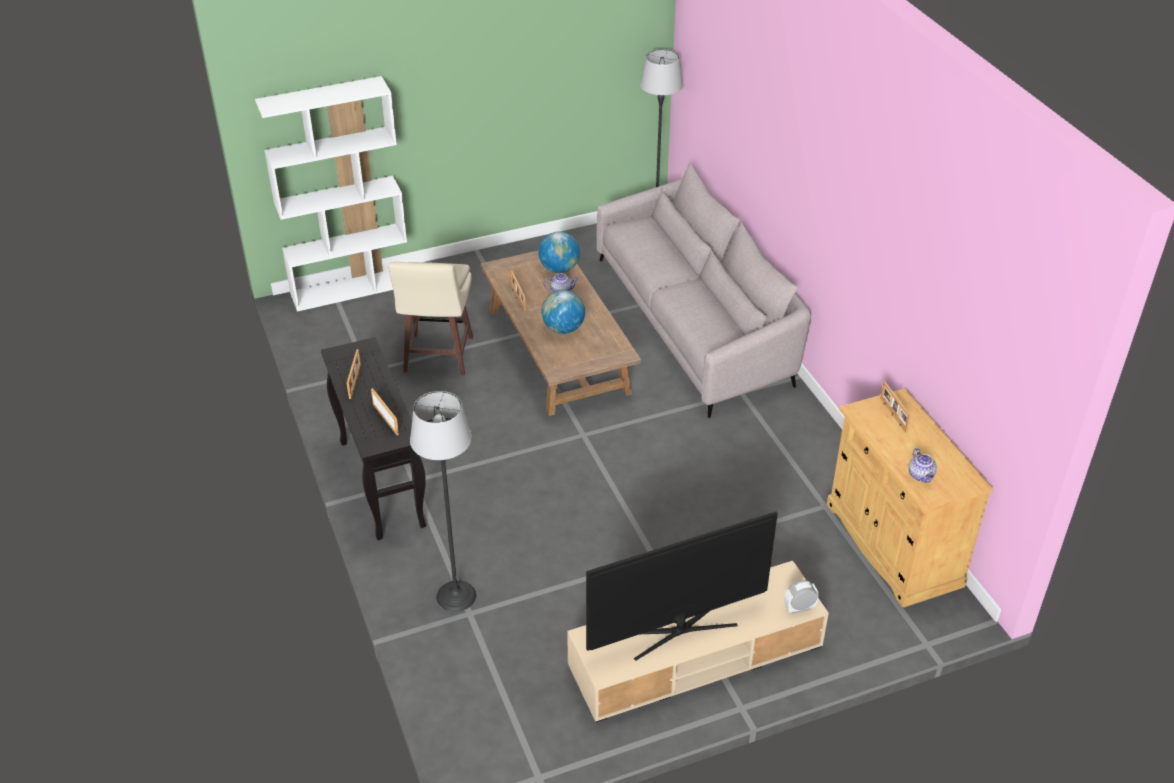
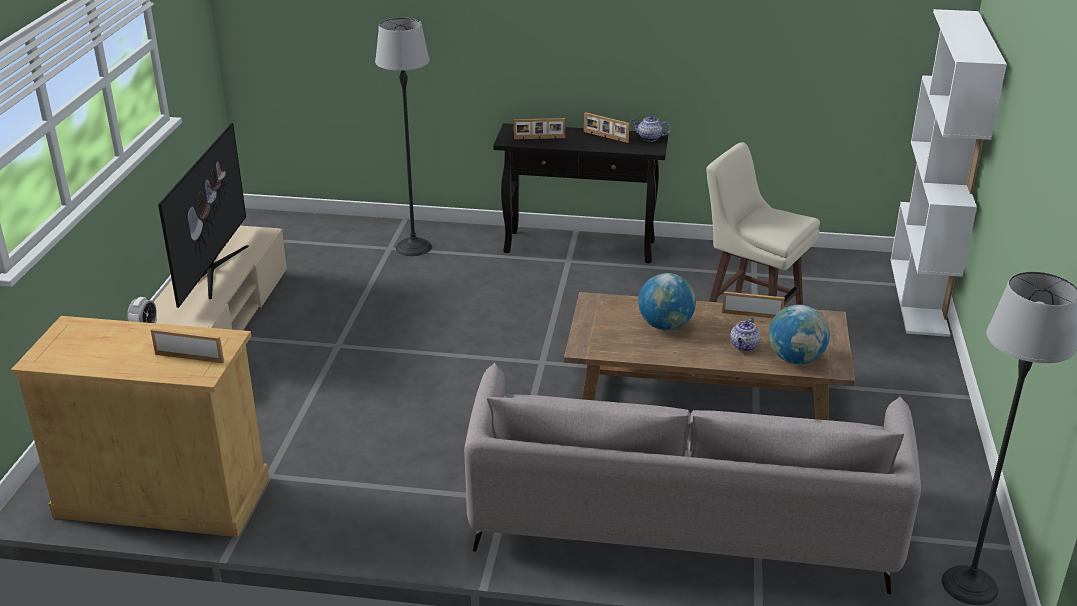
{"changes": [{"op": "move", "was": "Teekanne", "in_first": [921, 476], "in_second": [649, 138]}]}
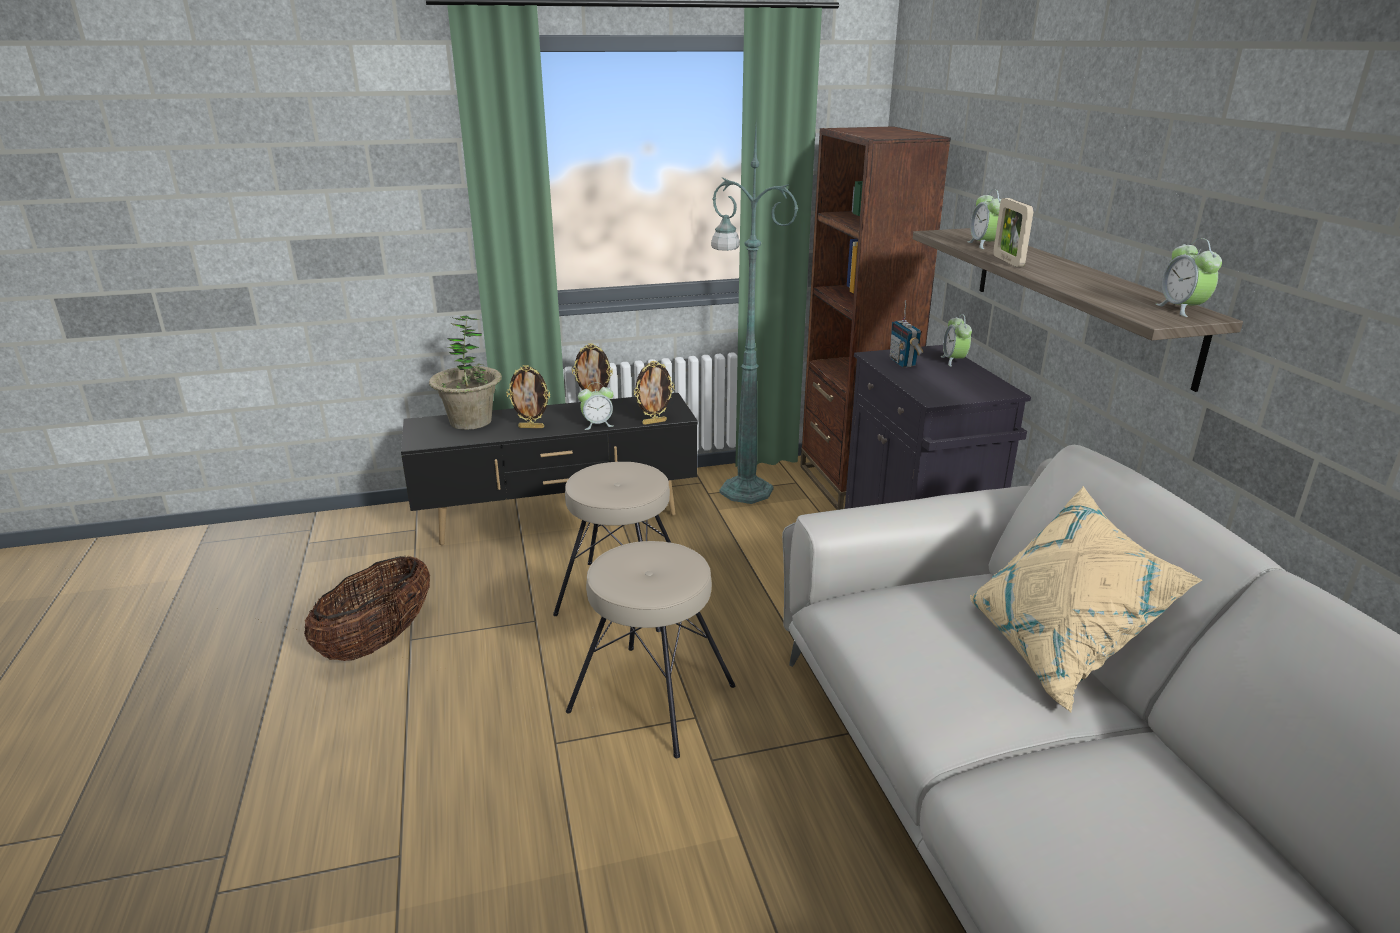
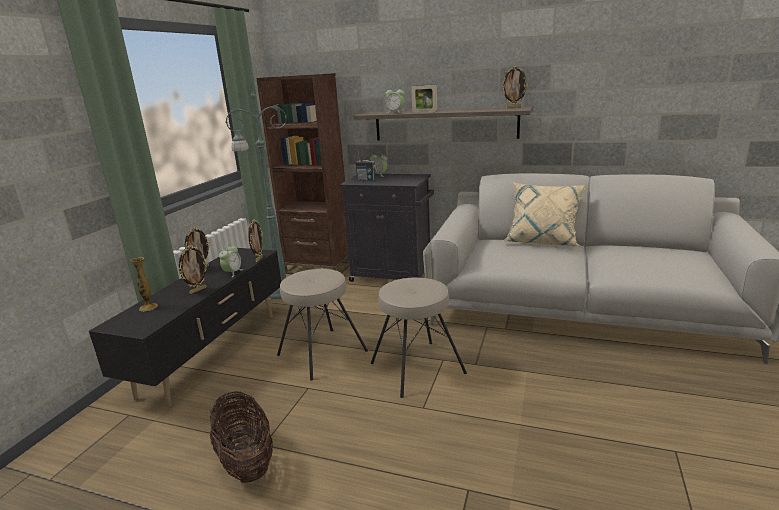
{"changes": [{"op": "replace", "was": "Wecker", "now": "Bilderrahmen", "in_first": [1182, 309], "in_second": [514, 108]}, {"op": "replace", "was": "Topfpflanze", "now": "Vase", "in_first": [471, 421], "in_second": [148, 307]}]}
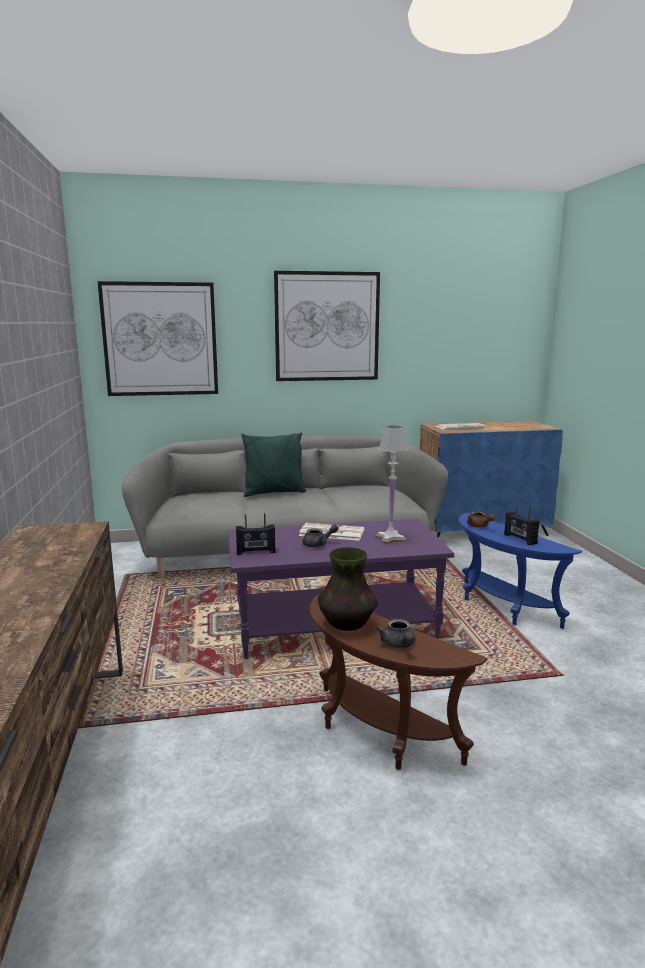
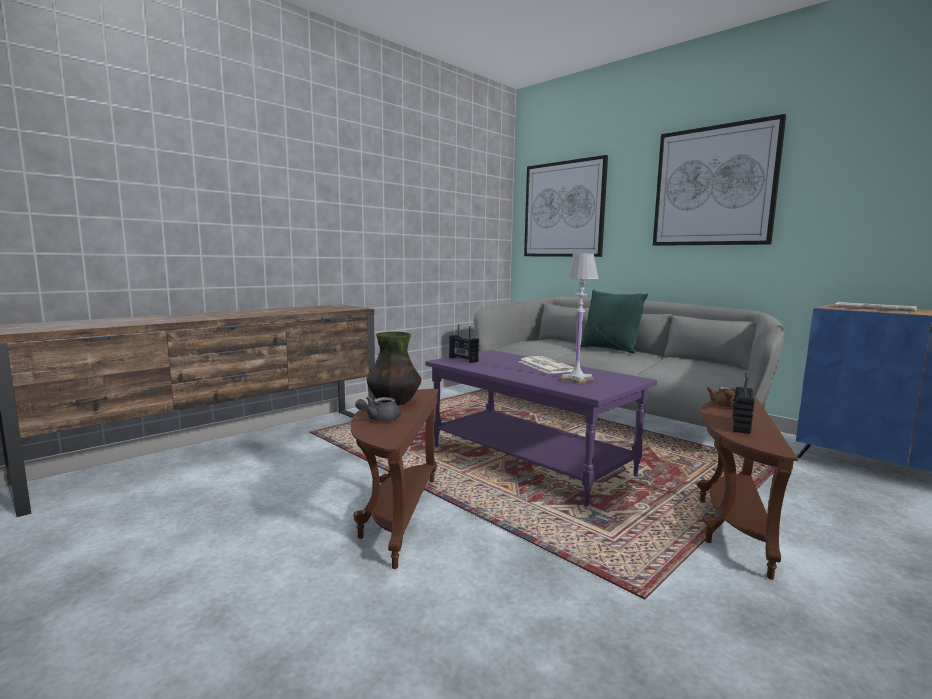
{"changes": [{"op": "recolor", "was": "Beistelltisch/blau", "now": "Beistelltisch/braun", "in_first": [500, 607], "in_second": [731, 525]}, {"op": "delete", "was": "Teekanne/grau", "in_first": [318, 544]}]}
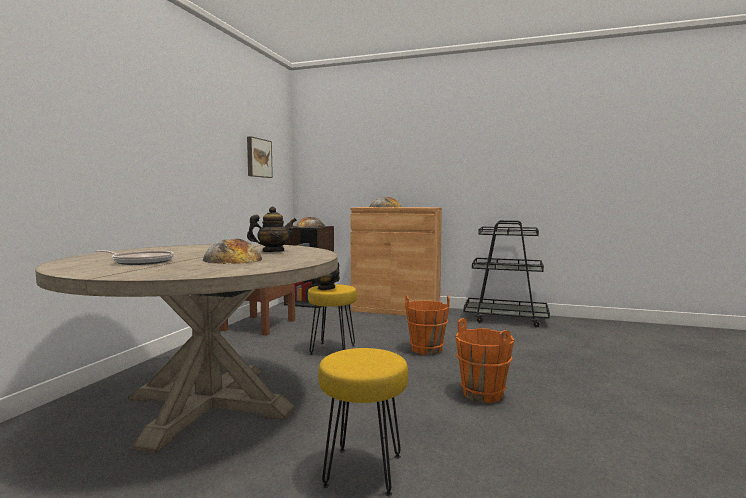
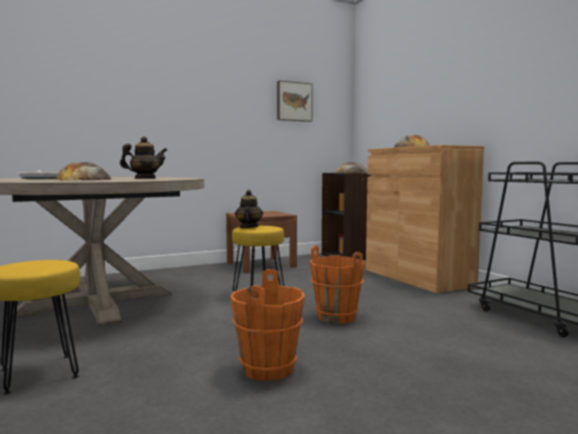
{"changes": [{"op": "rotate", "was": "Teekanne", "in_first": [273, 252], "in_second": [145, 179], "clockwise": -45}]}
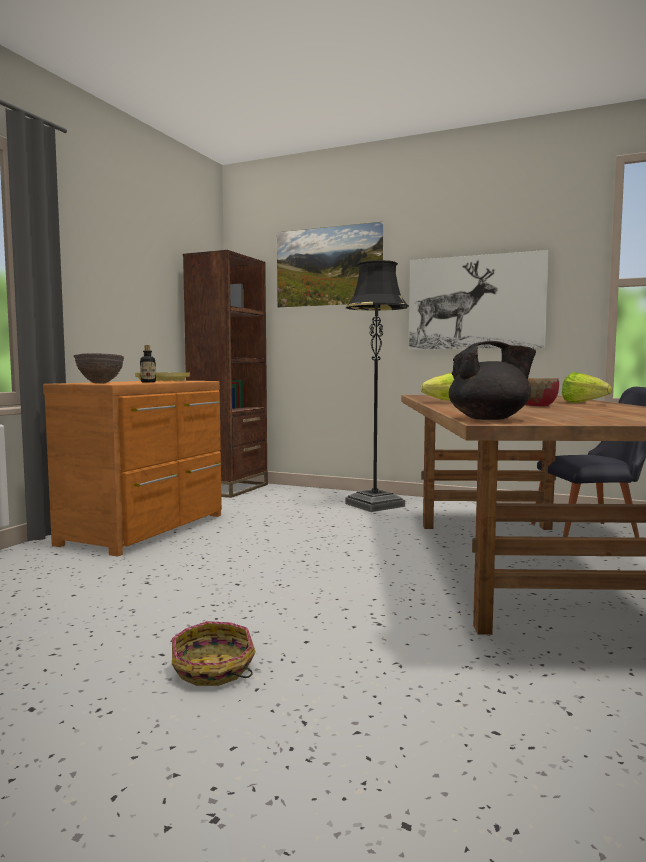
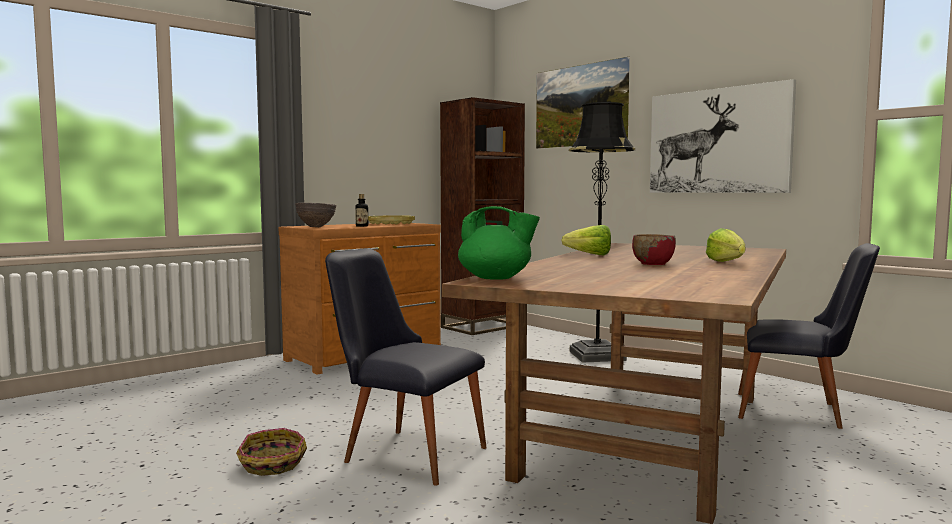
{"changes": [{"op": "recolor", "was": "Teekanne/schwarz", "now": "Teekanne/grün", "in_first": [490, 419], "in_second": [496, 278]}, {"op": "insert", "now": "Stuhl/schwarz", "in_second": [405, 452]}]}
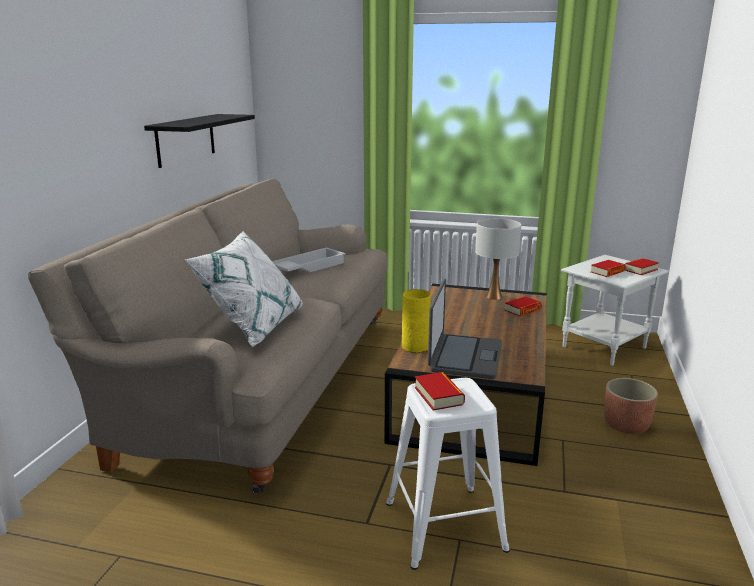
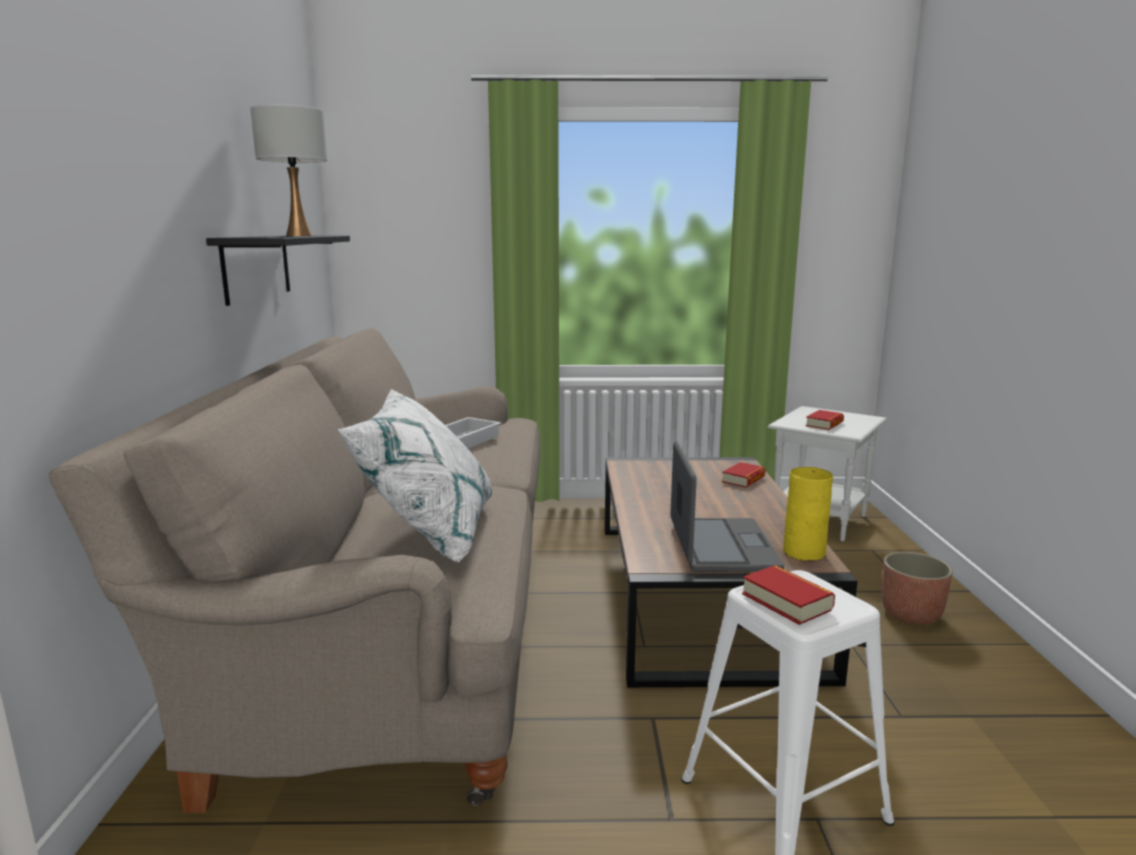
{"changes": [{"op": "move", "was": "Tischlampe/weiß", "in_first": [494, 296], "in_second": [299, 235]}, {"op": "delete", "was": "Buch", "in_first": [640, 270]}, {"op": "move", "was": "Vase/gelb", "in_first": [415, 346], "in_second": [803, 552]}]}
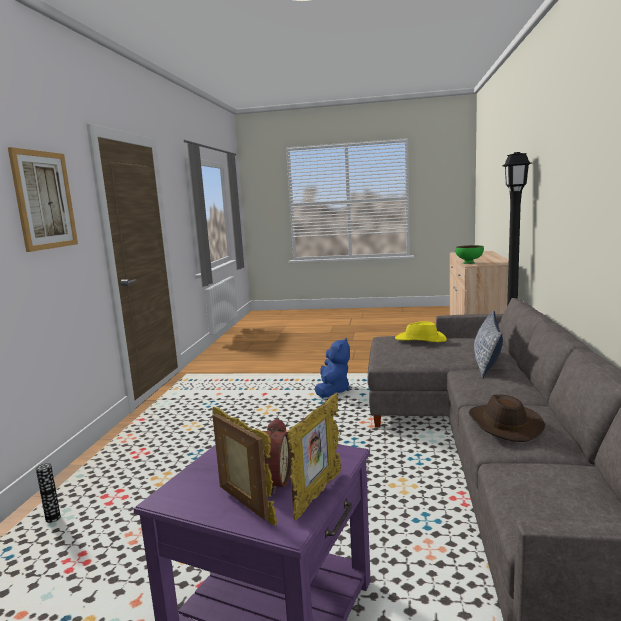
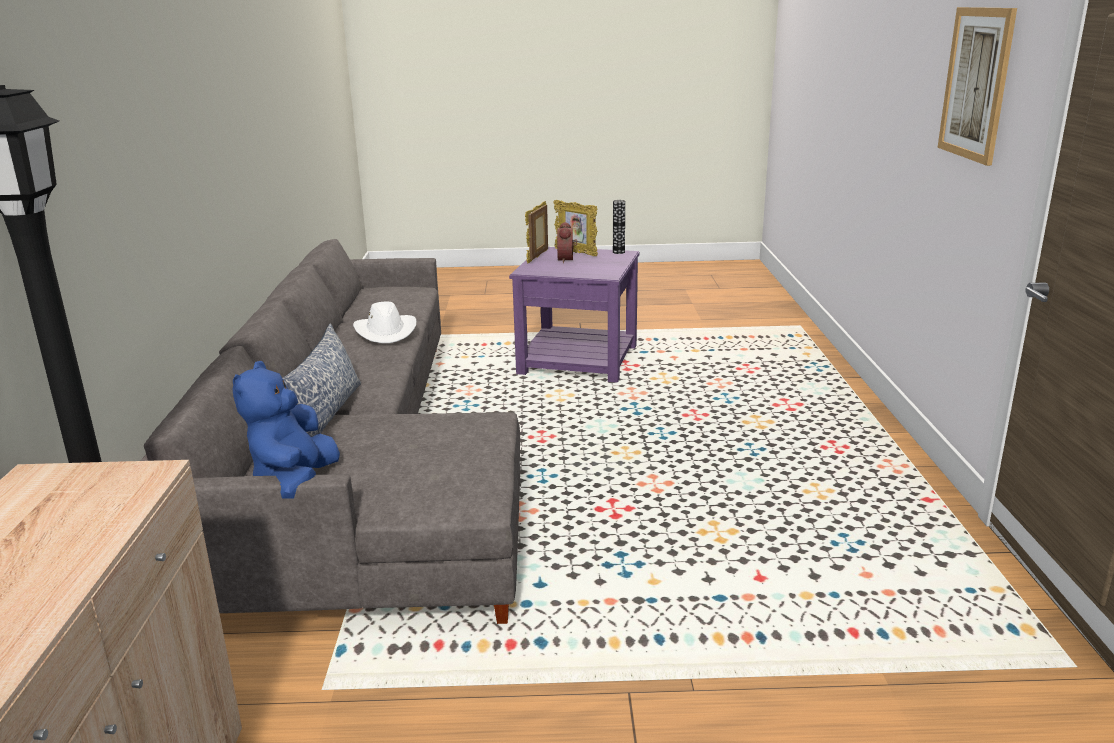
{"changes": [{"op": "delete", "was": "Schüssel/grün", "in_first": [469, 263]}, {"op": "delete", "was": "Hut/gelb", "in_first": [420, 340]}, {"op": "move", "was": "Plüschtier/blau", "in_first": [333, 390], "in_second": [295, 485]}, {"op": "recolor", "was": "Hut/braun", "now": "Hut/weiß", "in_first": [503, 424], "in_second": [386, 332]}, {"op": "move", "was": "Vase", "in_first": [53, 519], "in_second": [618, 252]}]}
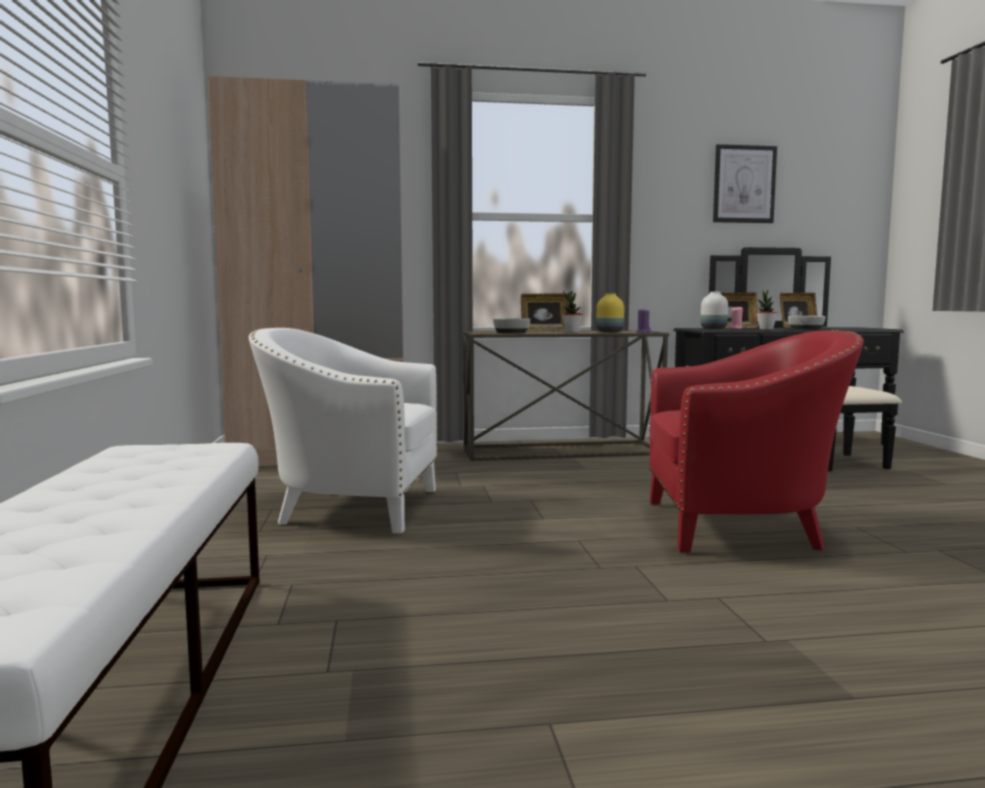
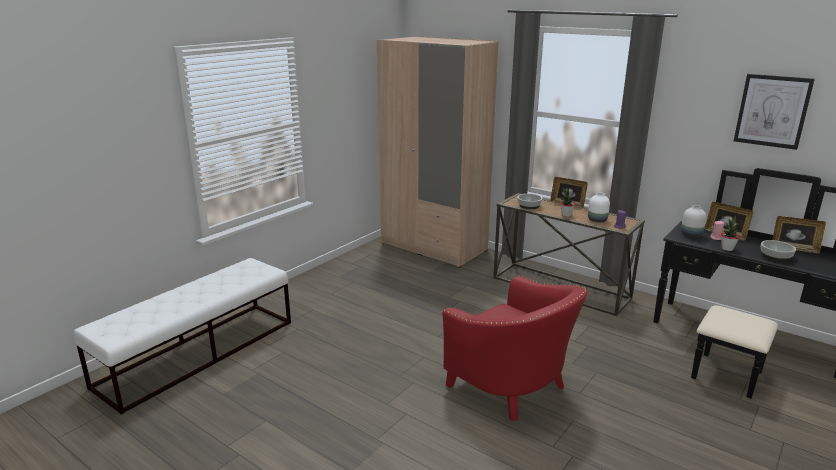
{"changes": [{"op": "recolor", "was": "Vase/gelb", "now": "Vase/weiß", "in_first": [609, 332], "in_second": [596, 220]}, {"op": "delete", "was": "Sessel/weiß", "in_first": [350, 508]}]}
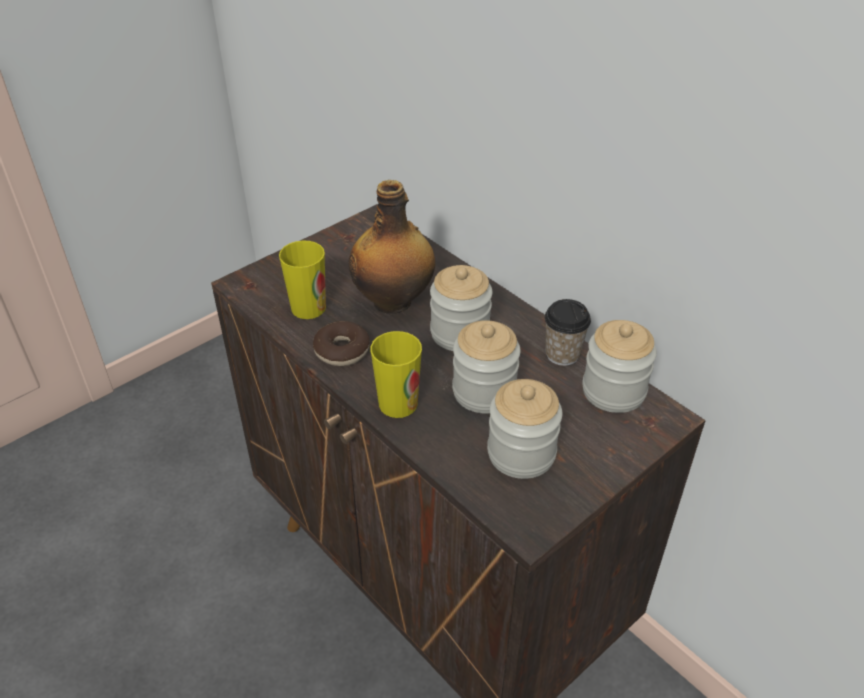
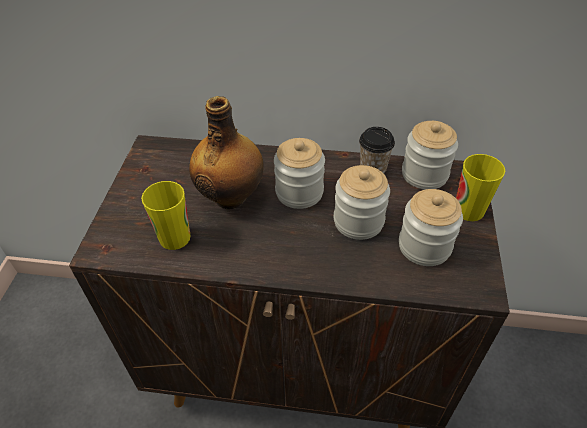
{"changes": [{"op": "delete", "was": "Donut", "in_first": [342, 350]}, {"op": "move", "was": "Tasse", "in_first": [398, 403], "in_second": [469, 210]}]}
